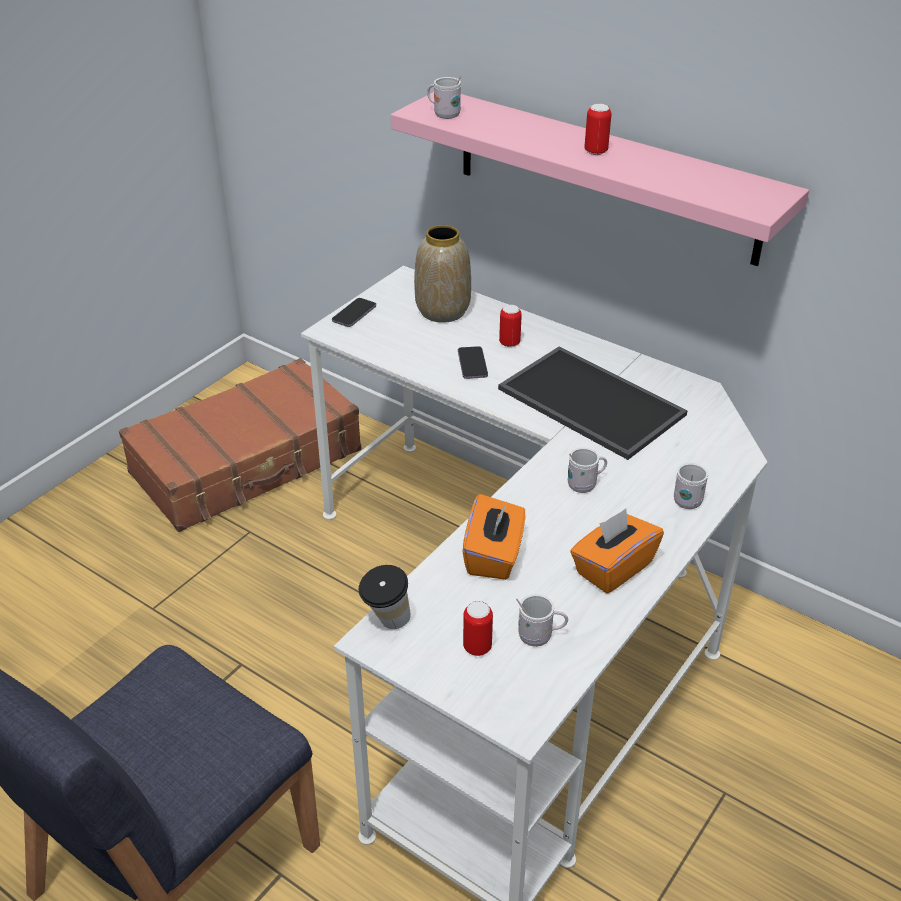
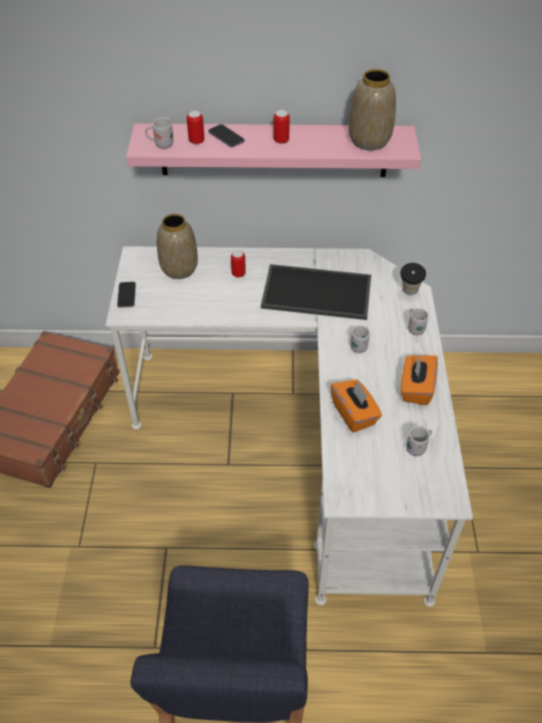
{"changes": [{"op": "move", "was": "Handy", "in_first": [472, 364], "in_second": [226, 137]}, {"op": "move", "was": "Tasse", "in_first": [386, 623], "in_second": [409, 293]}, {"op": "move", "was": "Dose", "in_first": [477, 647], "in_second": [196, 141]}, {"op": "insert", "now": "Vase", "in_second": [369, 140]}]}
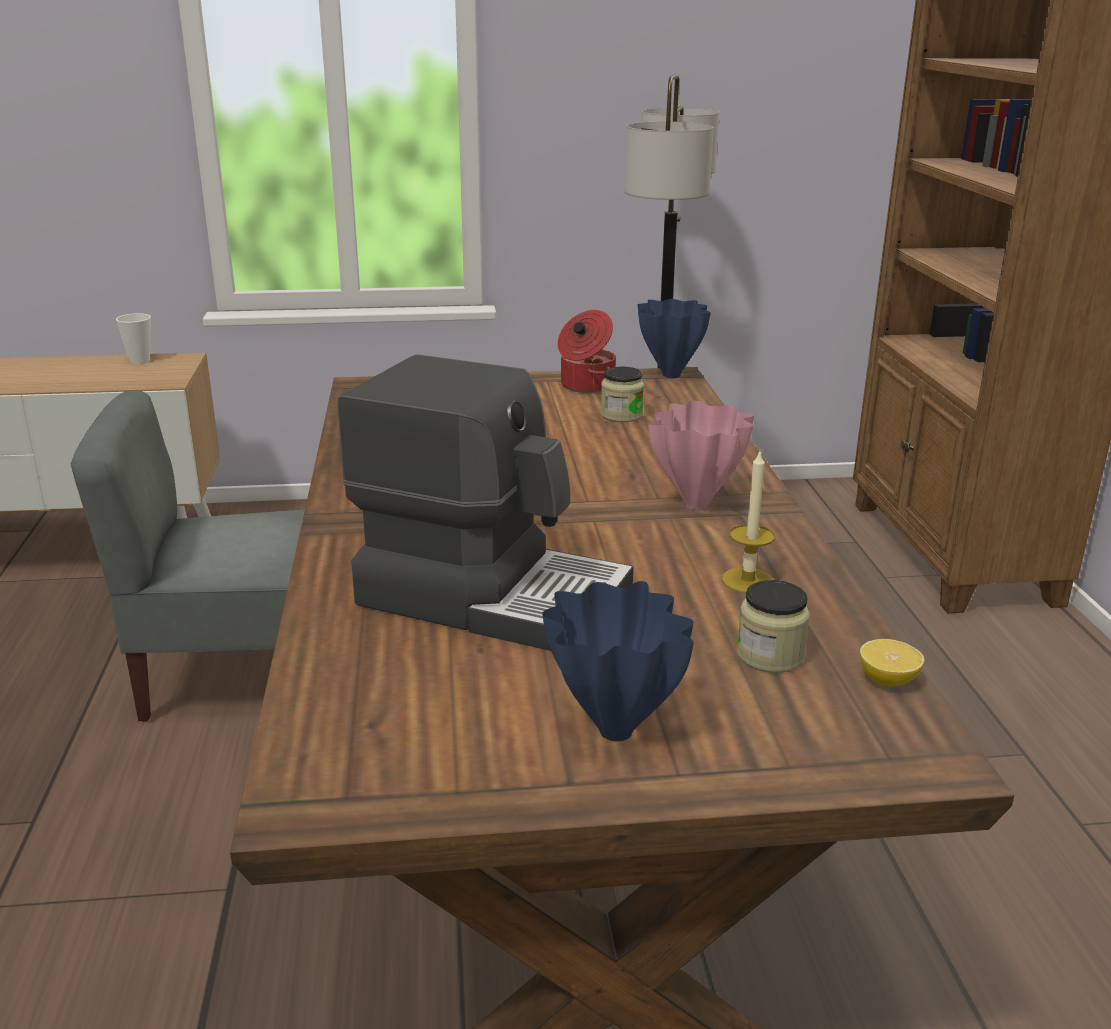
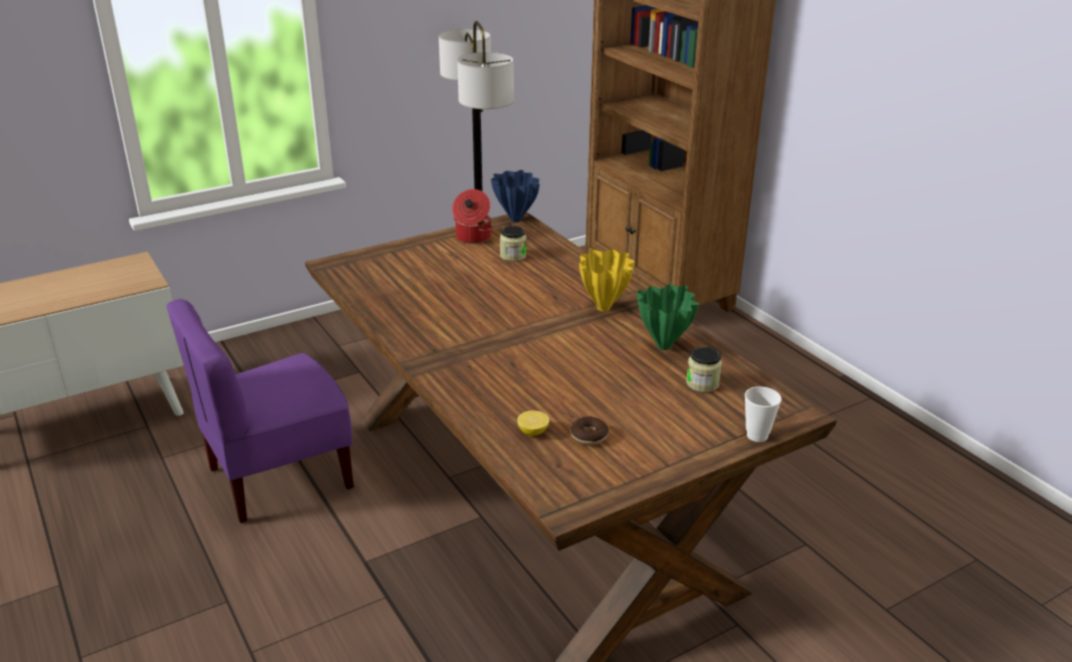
{"changes": [{"op": "move", "was": "Tasse", "in_first": [140, 360], "in_second": [757, 436]}, {"op": "delete", "was": "Kaffeemaschine", "in_first": [493, 595]}, {"op": "recolor", "was": "Stuhl/grau", "now": "Stuhl/lila", "in_first": [235, 676], "in_second": [278, 477]}, {"op": "recolor", "was": "Vase/rosa", "now": "Vase/gelb", "in_first": [698, 504], "in_second": [604, 308]}, {"op": "replace", "was": "Kerze", "now": "Vase/grün", "in_first": [748, 580], "in_second": [663, 347]}, {"op": "delete", "was": "Vase/blau", "in_first": [613, 730]}, {"op": "move", "was": "Zitrone", "in_first": [887, 680], "in_second": [533, 432]}, {"op": "insert", "now": "Donut", "in_second": [589, 436]}]}
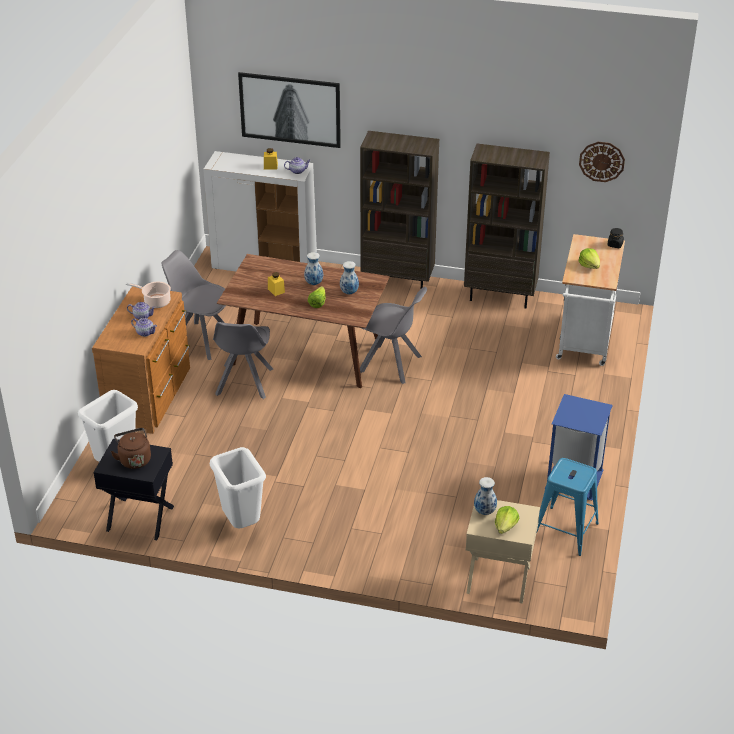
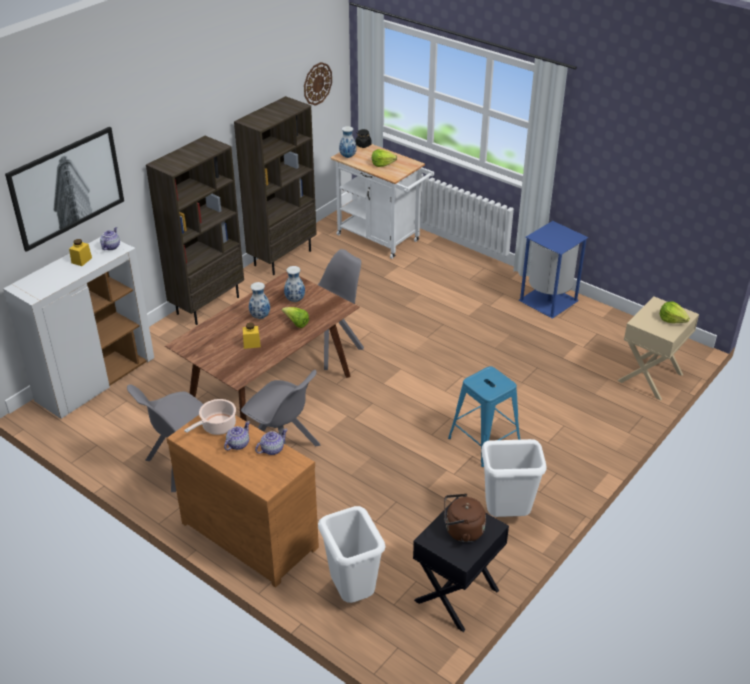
{"changes": [{"op": "move", "was": "Hocker/blau", "in_first": [565, 531], "in_second": [483, 441]}, {"op": "move", "was": "Vase", "in_first": [485, 511], "in_second": [348, 156]}]}
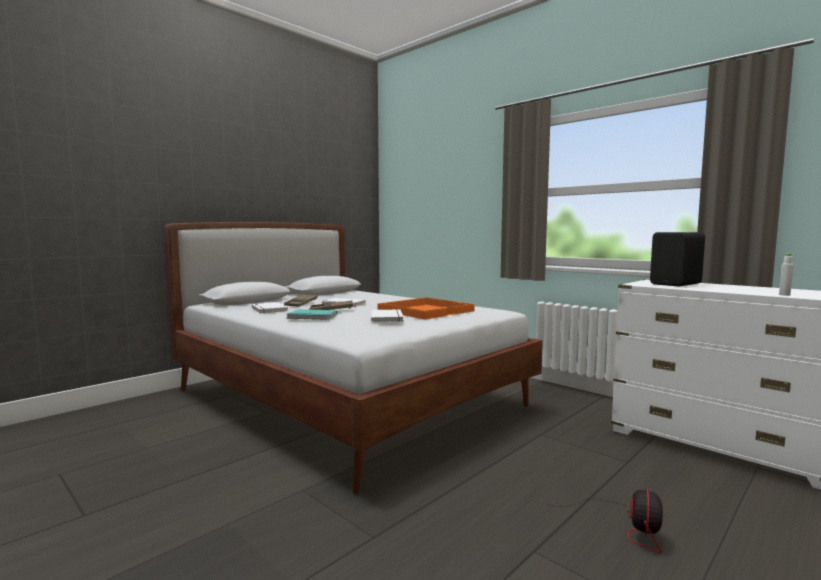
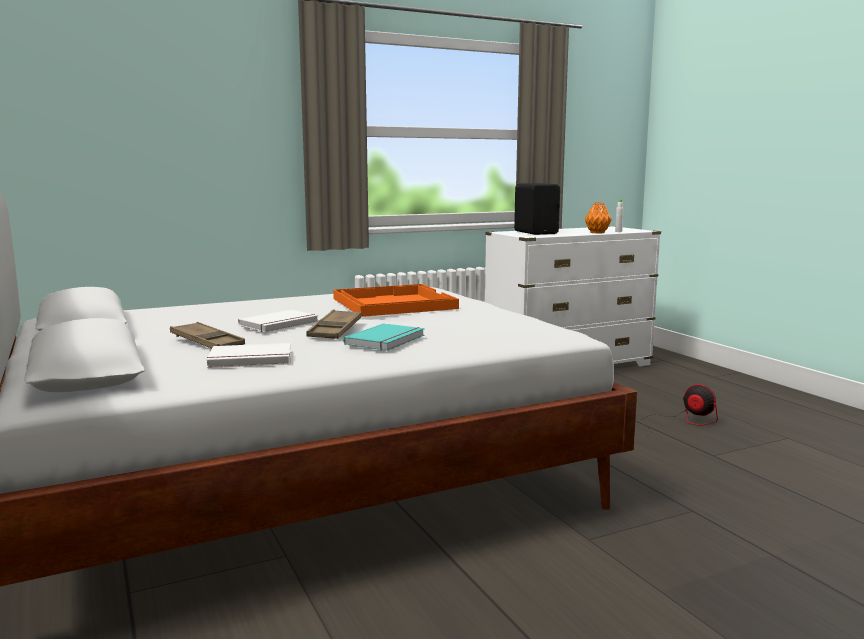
{"changes": [{"op": "delete", "was": "Buch/weiß", "in_first": [388, 317]}, {"op": "insert", "now": "Vase/orange", "in_second": [597, 233]}]}
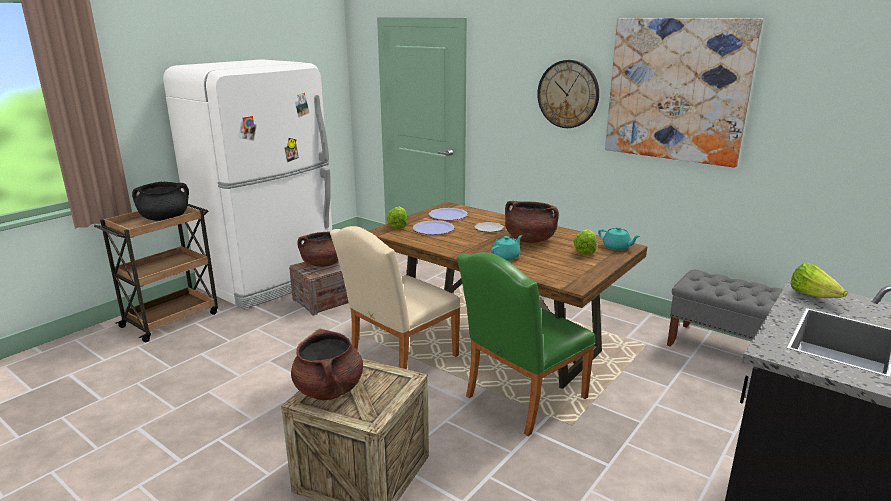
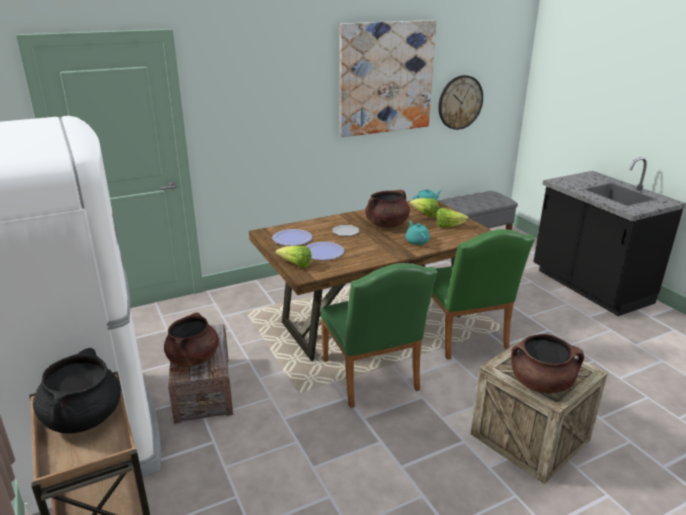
{"changes": [{"op": "move", "was": "Wanduhr", "in_first": [568, 94], "in_second": [460, 102]}, {"op": "recolor", "was": "Stuhl/beige", "now": "Stuhl/grün", "in_first": [398, 360], "in_second": [372, 379]}, {"op": "move", "was": "Salatkopf", "in_first": [812, 296], "in_second": [448, 226]}]}
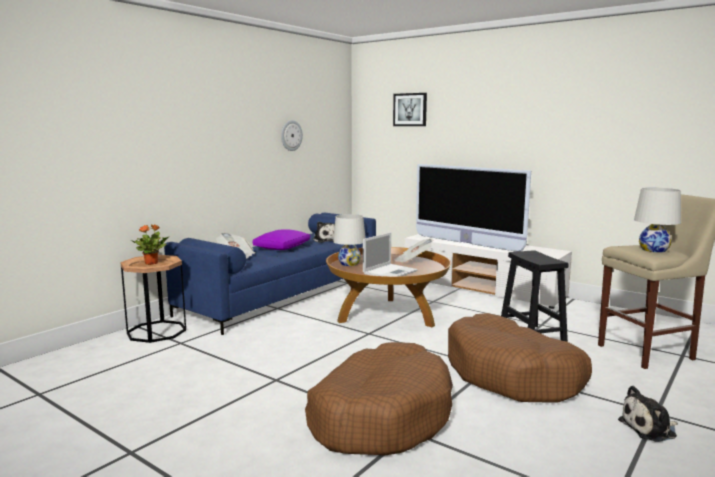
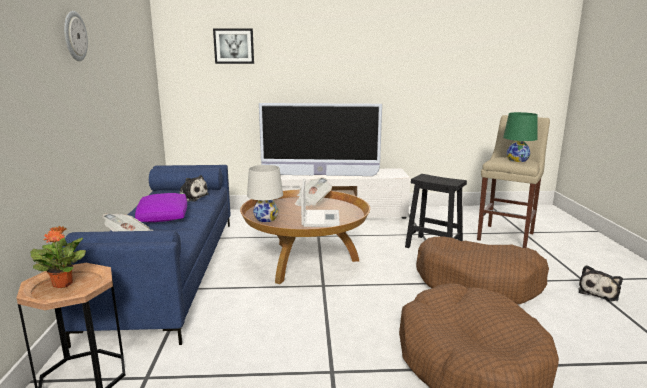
{"changes": [{"op": "move", "was": "Wanduhr", "in_first": [291, 135], "in_second": [74, 36]}, {"op": "recolor", "was": "Tischlampe/weiß", "now": "Tischlampe/grün", "in_first": [654, 250], "in_second": [517, 160]}]}
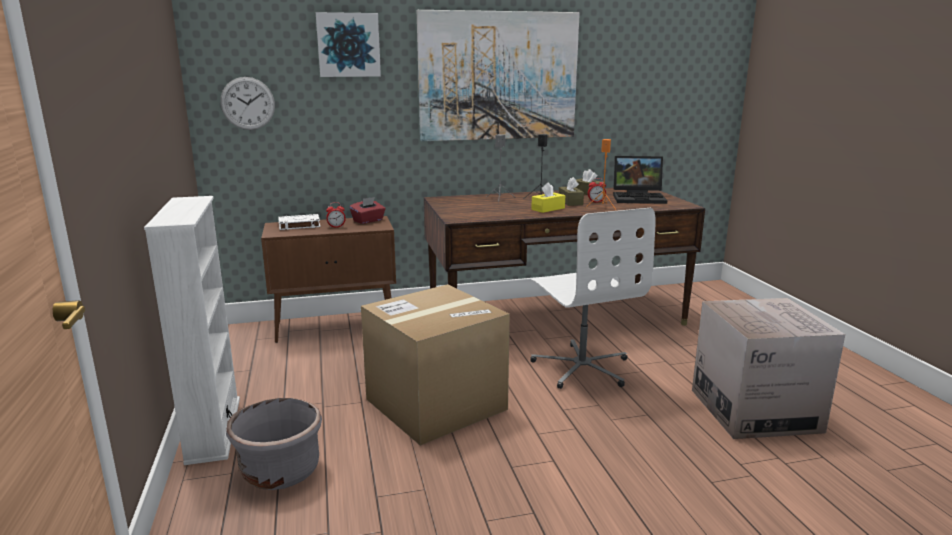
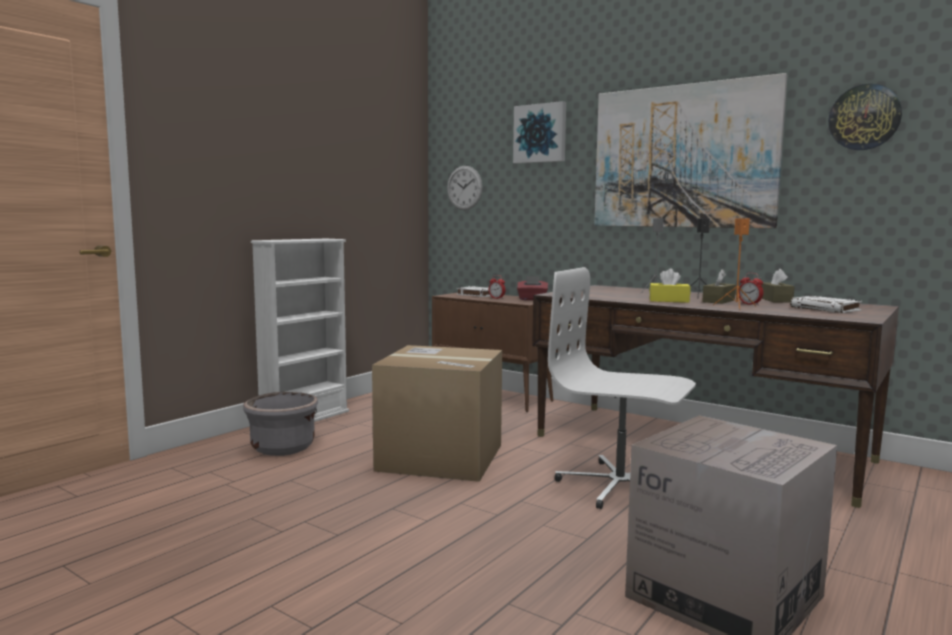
{"changes": [{"op": "replace", "was": "Laptop", "now": "Buch/weiß", "in_first": [639, 198], "in_second": [826, 309]}, {"op": "rotate", "was": "Bürostuhl/weiß", "in_first": [582, 367], "in_second": [620, 486], "clockwise": 90}, {"op": "insert", "now": "Wanduhr", "in_second": [864, 117]}]}
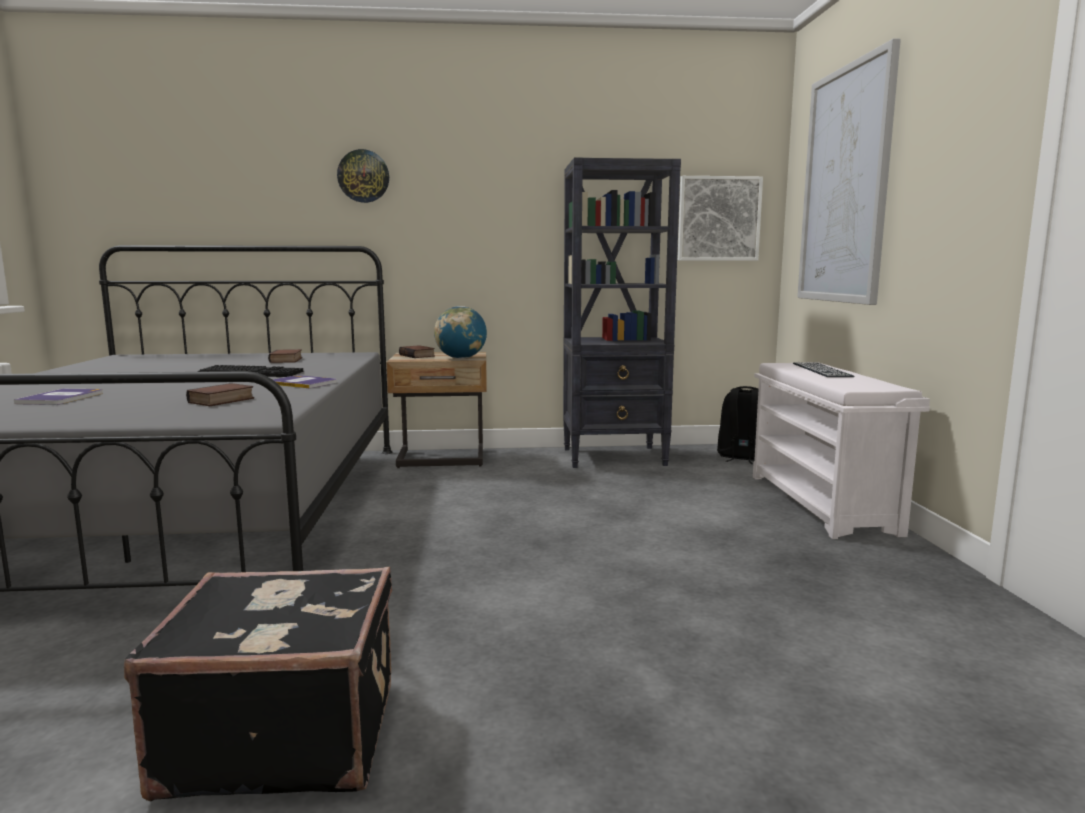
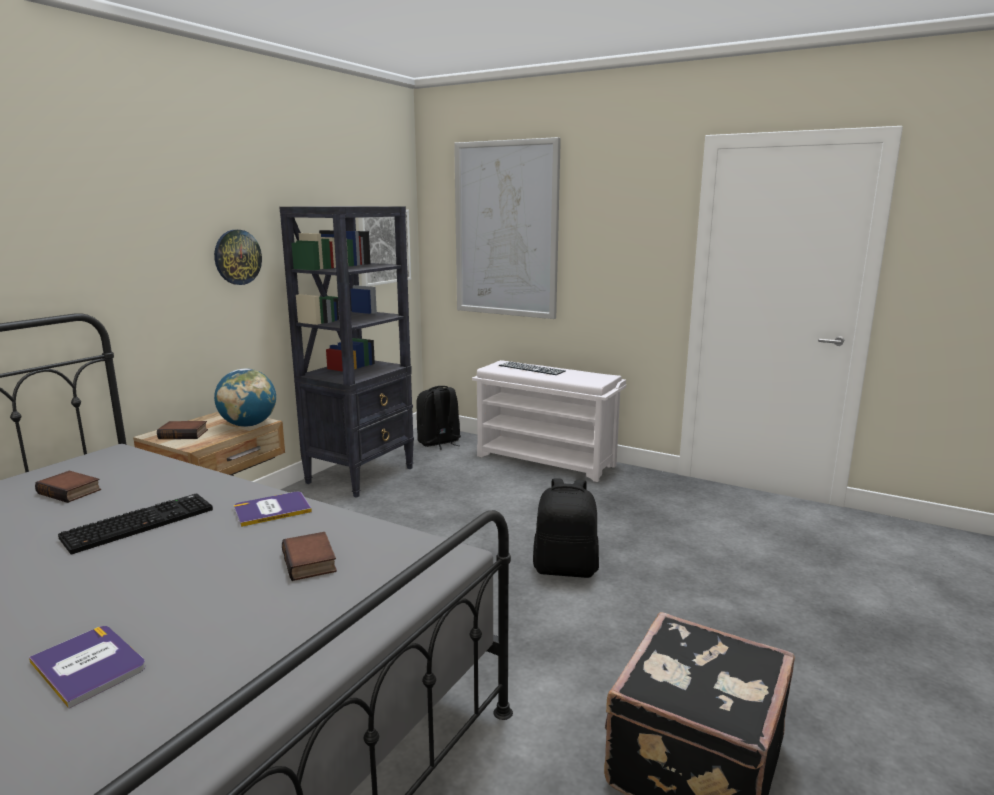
{"changes": [{"op": "move", "was": "Wanduhr", "in_first": [363, 176], "in_second": [237, 257]}, {"op": "insert", "now": "Rucksack/schwarz", "in_second": [566, 569]}]}
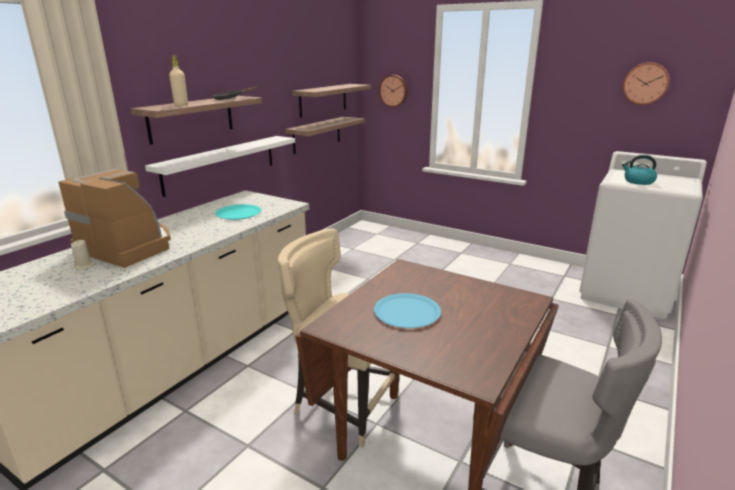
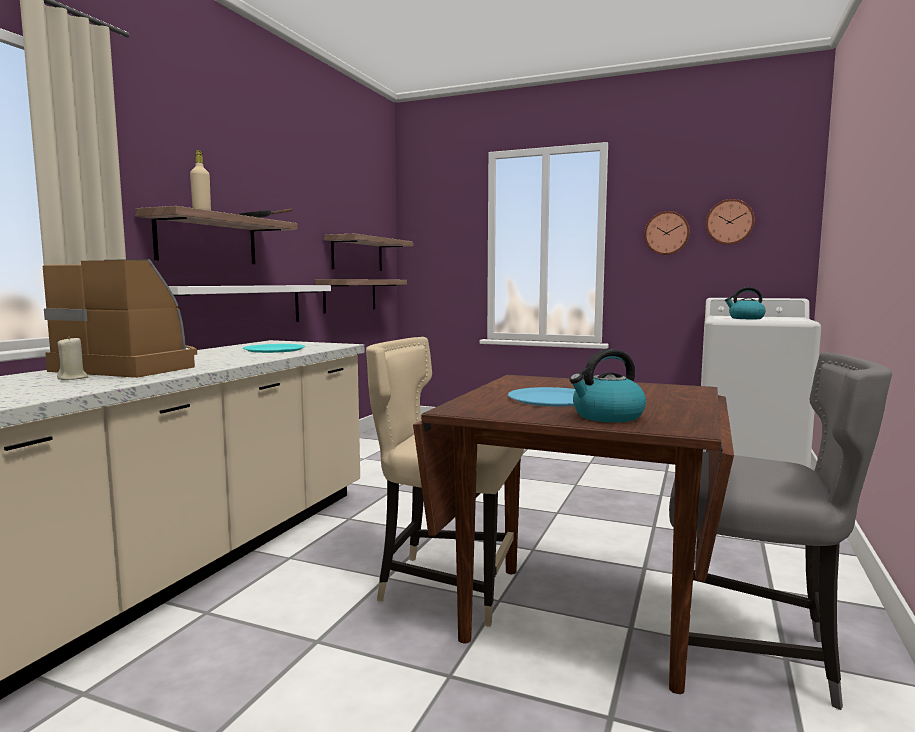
{"changes": [{"op": "move", "was": "Wanduhr", "in_first": [394, 91], "in_second": [666, 233]}, {"op": "insert", "now": "Wasserkessel", "in_second": [607, 416]}]}
